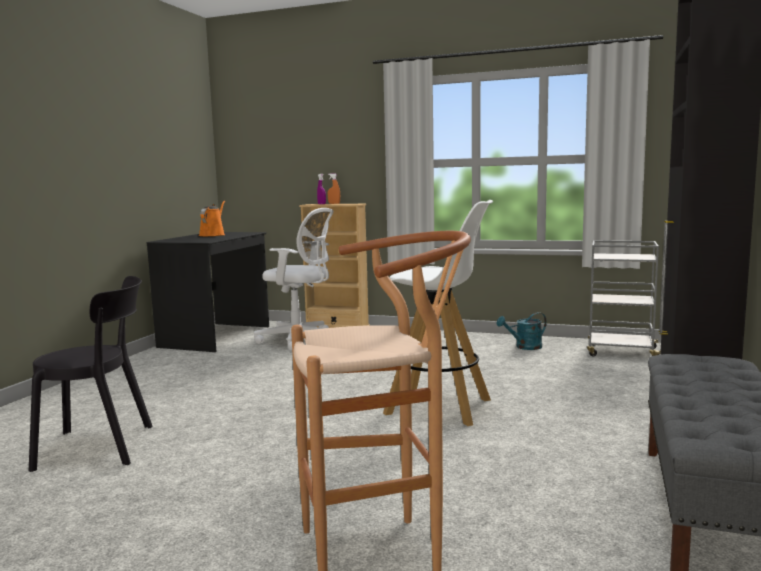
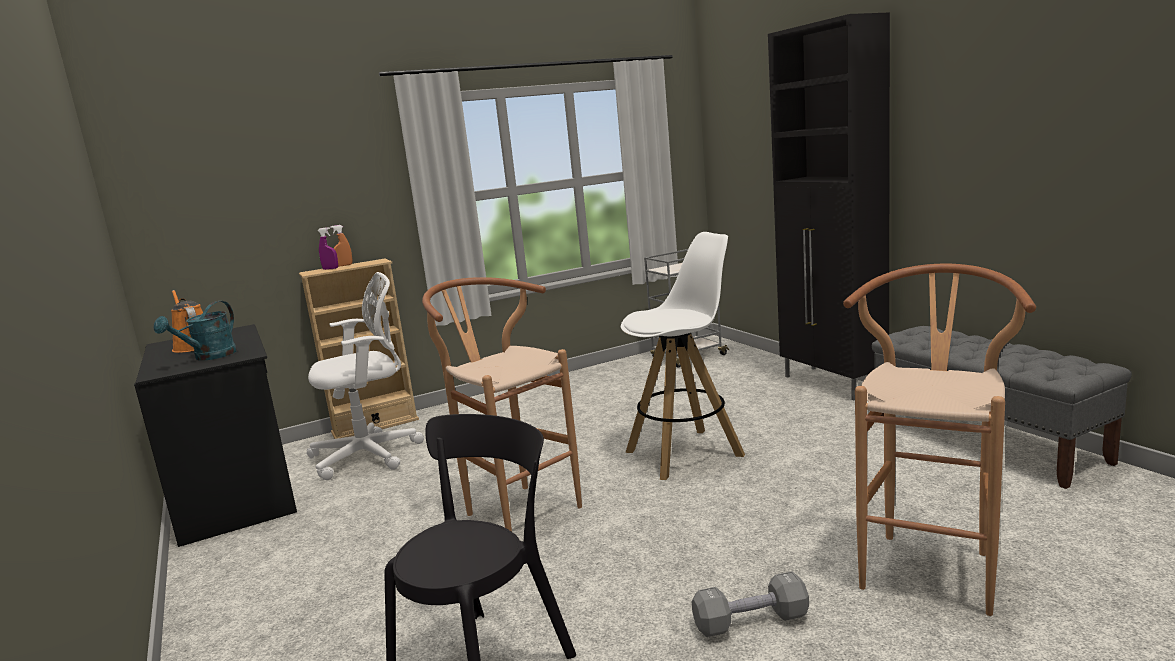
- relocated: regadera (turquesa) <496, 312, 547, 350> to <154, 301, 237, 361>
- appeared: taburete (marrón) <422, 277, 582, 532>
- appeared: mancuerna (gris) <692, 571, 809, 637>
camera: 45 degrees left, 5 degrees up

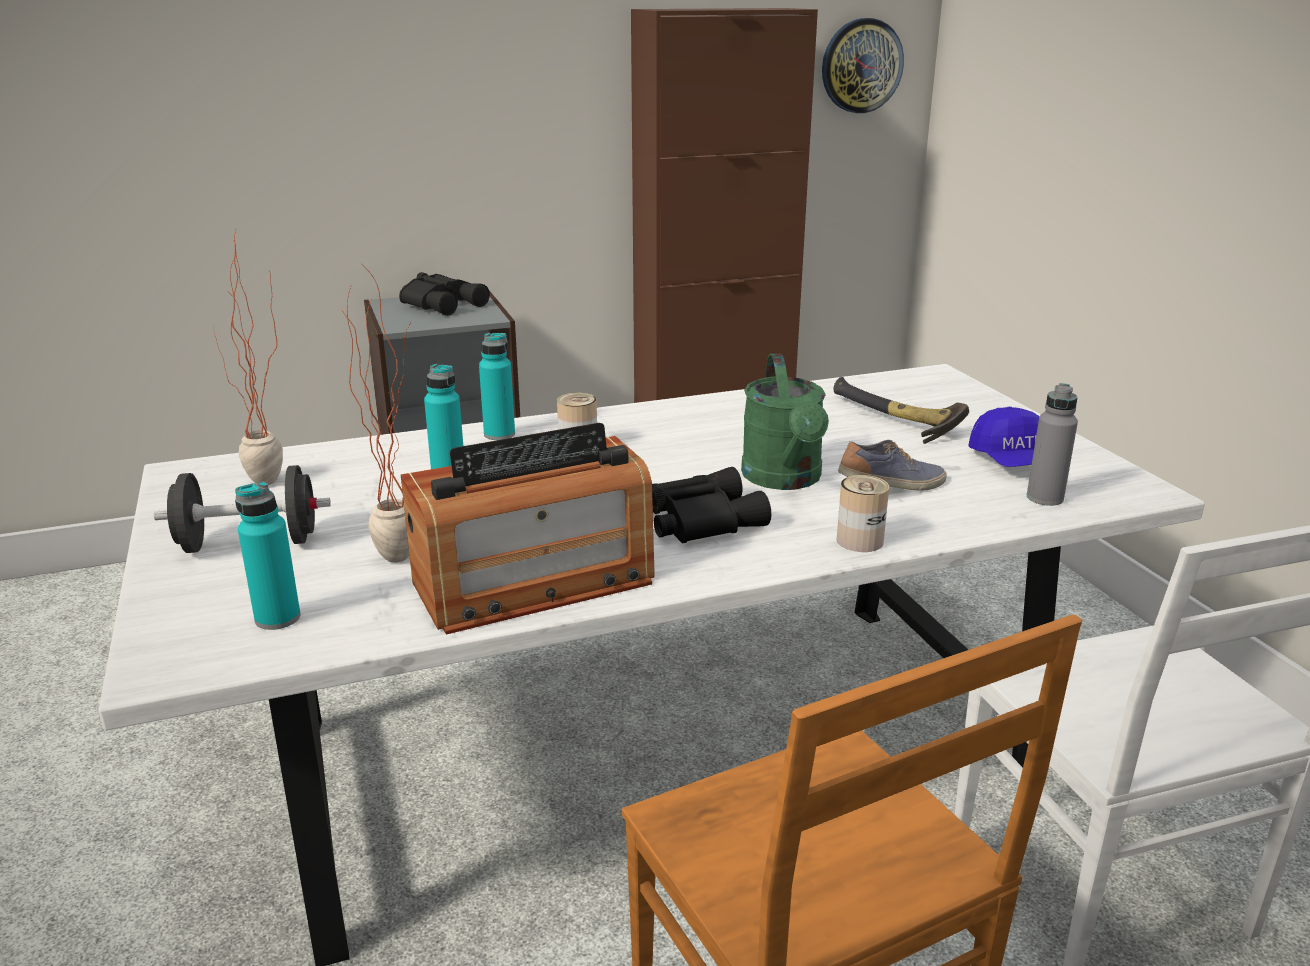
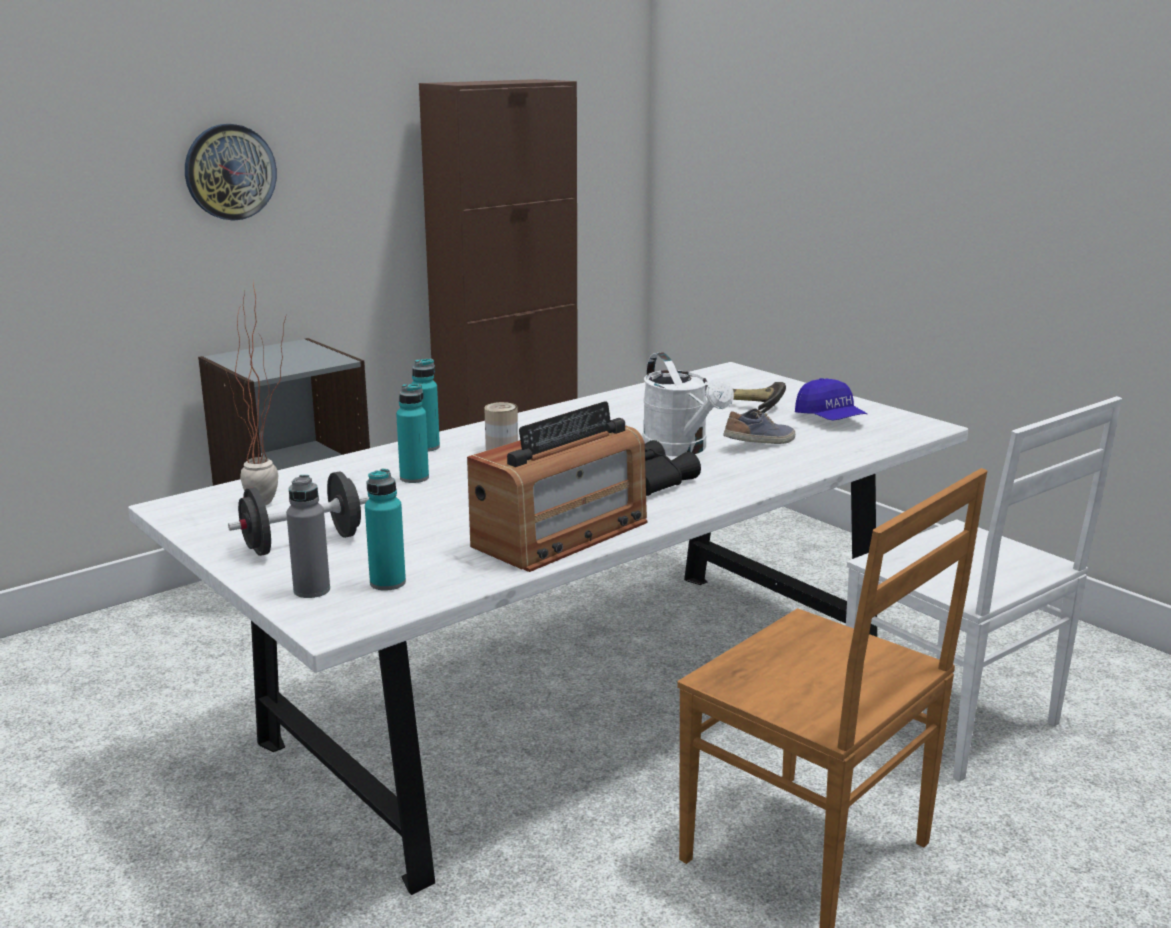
- relocated: reloj de pared <822, 18, 904, 113> to <185, 124, 277, 221>
- missing: planta en maceta <342, 266, 413, 563>
- missing: prismáticos (negro) <399, 272, 490, 316>
- colour: regadera (verde) <741, 354, 829, 490> to regadera (blanco) <642, 352, 734, 456>
- relocated: botella (gris) <1027, 383, 1078, 506> to <286, 475, 330, 598>
- missing: lata <837, 475, 889, 552>
camera: 20 degrees left, 5 degrees down

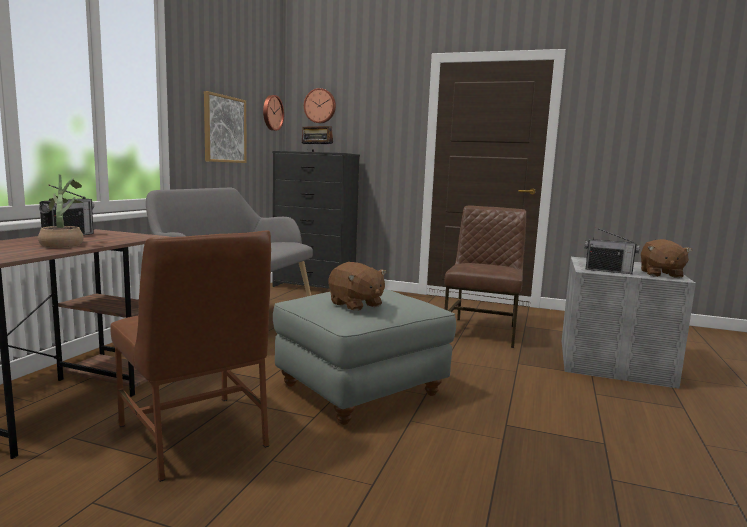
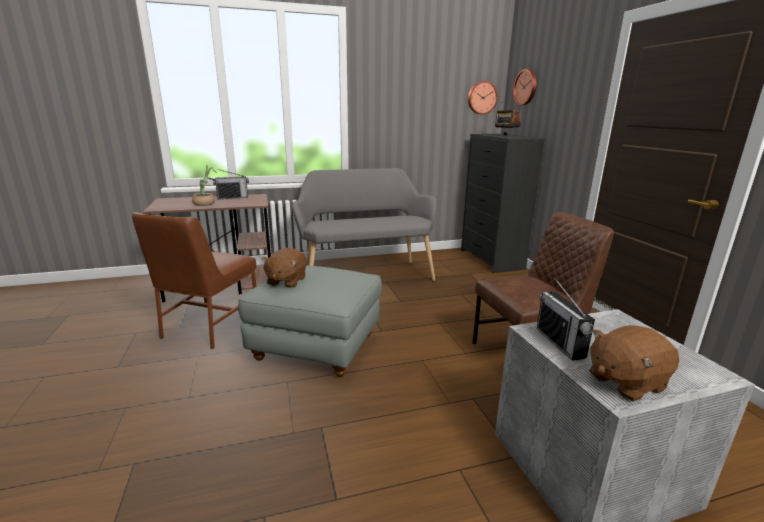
- missing: cuadro <204, 91, 247, 163>
camera: 55 degrees right, 10 degrees up

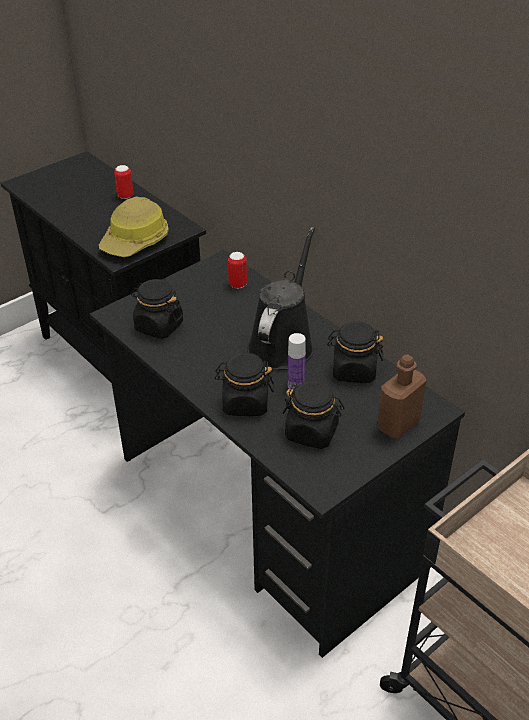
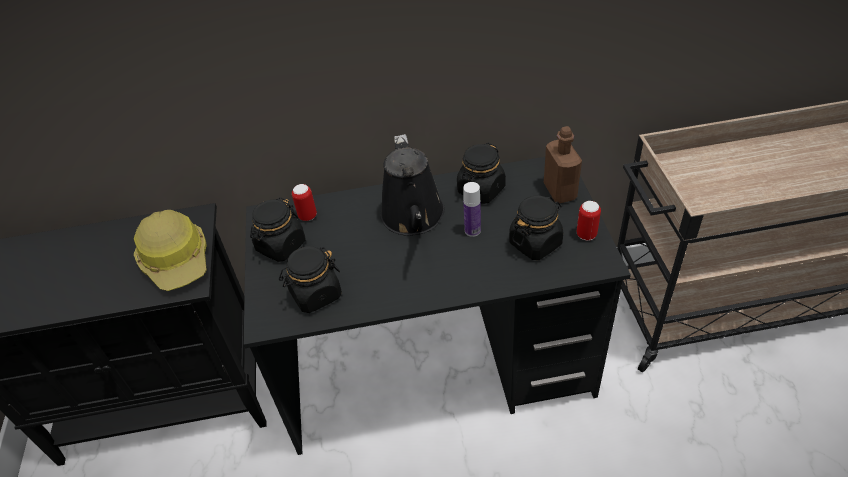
- relocated: lata <114, 165, 134, 199> to <577, 201, 601, 240>
- spun: regadera (negro) <247, 227, 315, 370> = <380, 134, 445, 236> 150 degrees counterclockwise
- relocated: tarro (negro) <215, 353, 274, 416> to <250, 197, 305, 262>
camera: 55 degrees left, 5 degrees up

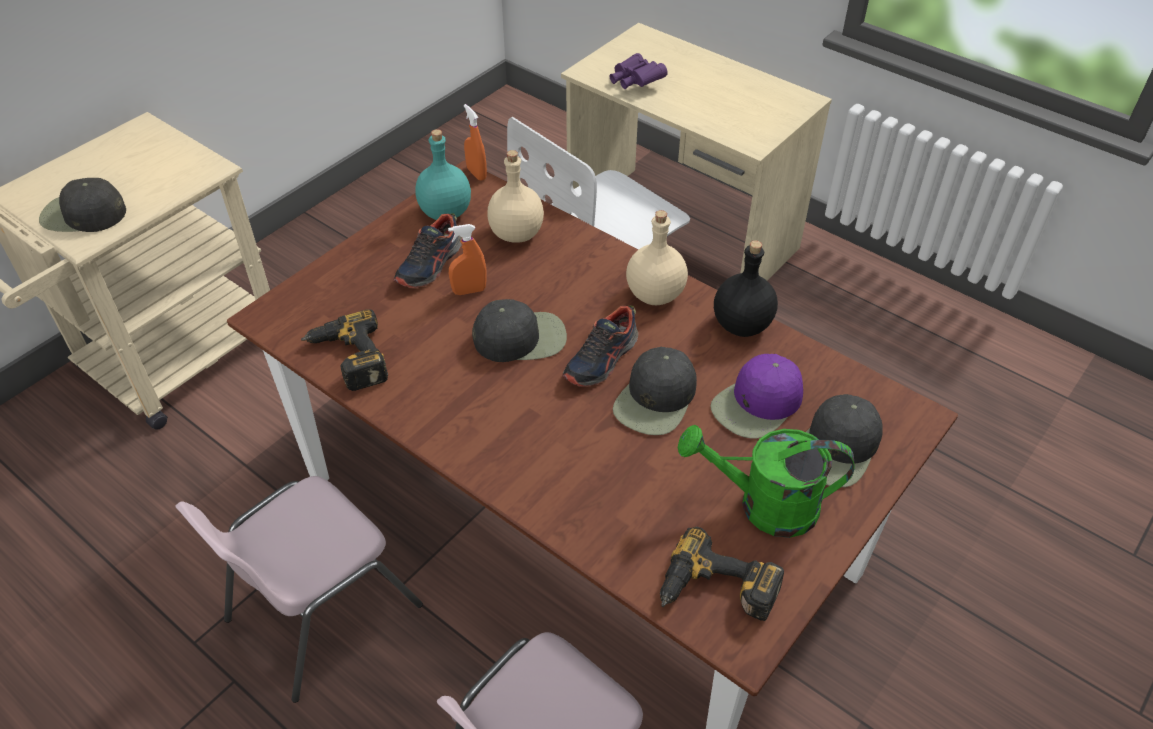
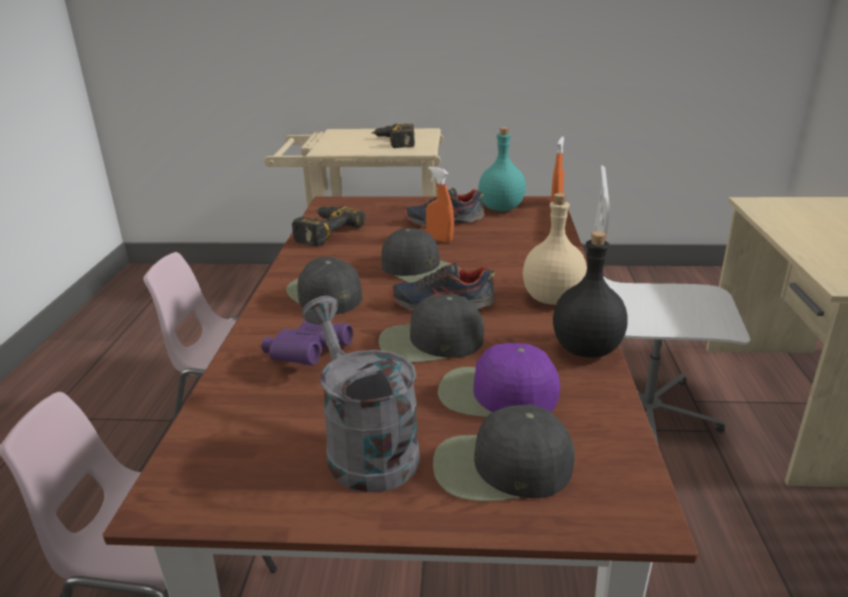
- relocated: prismáticos (morado) <610, 53, 668, 89> to <262, 321, 353, 365>
- missing: botella (beis) <487, 150, 544, 243>
- relocated: gorra (negro) <39, 178, 126, 232> to <286, 257, 362, 315>
- colour: regadera (verde) <678, 425, 855, 538> to regadera (gris) <302, 296, 420, 492>
- relocated: taladro <660, 527, 784, 621> to <372, 123, 415, 148>
camera: 55 degrees right, 20 degrees down

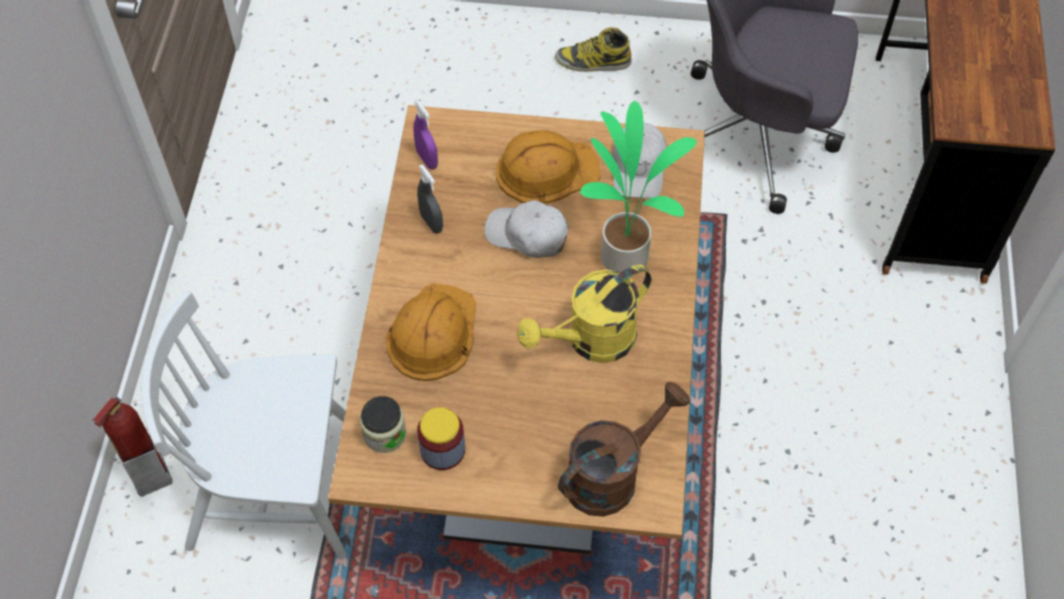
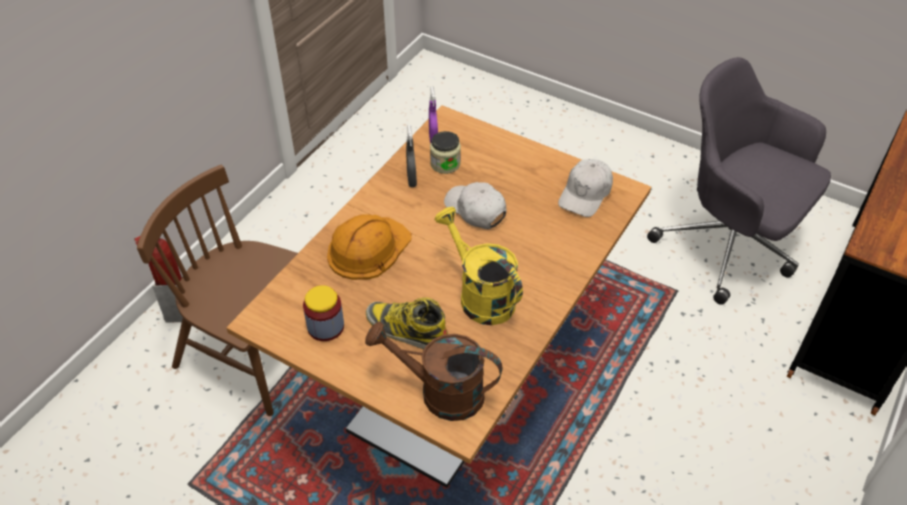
- relocated: bota <555, 27, 631, 72> to <366, 297, 448, 349>
- missing: planta en maceta <580, 101, 697, 272>
- missing: casco (naranja) <496, 130, 601, 204>
- spun: regadera (amarillo) <517, 265, 652, 363> = <435, 207, 523, 325> 60 degrees clockwise
- colour: silla (blanco) <142, 290, 347, 559> to silla (marrón) <137, 165, 298, 416>
- spun: regadera (marrón) <558, 382, 690, 517> = <365, 322, 502, 421> 150 degrees counterclockwise
- relocated: tarro <360, 396, 406, 453> to <430, 131, 461, 174>
camera: 25 degrees right, 10 degrees down

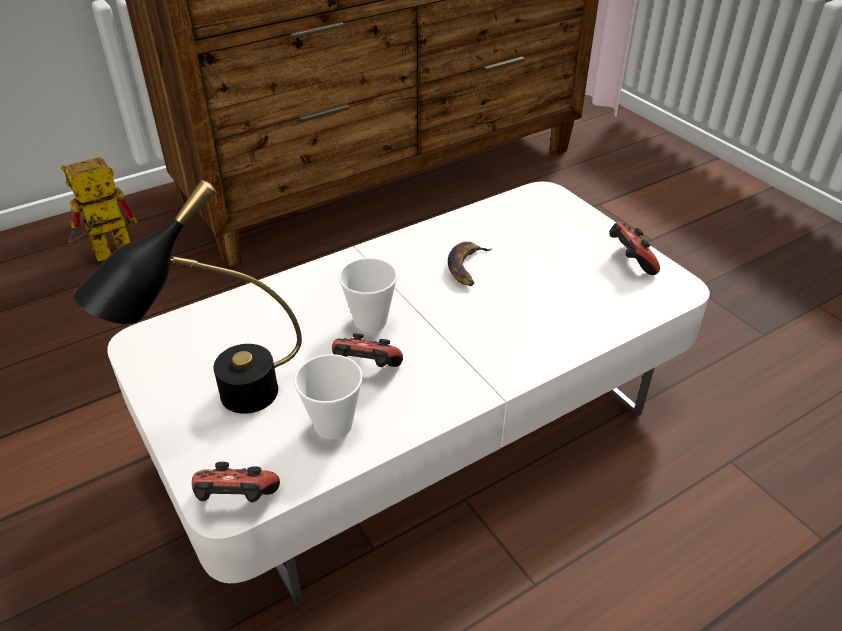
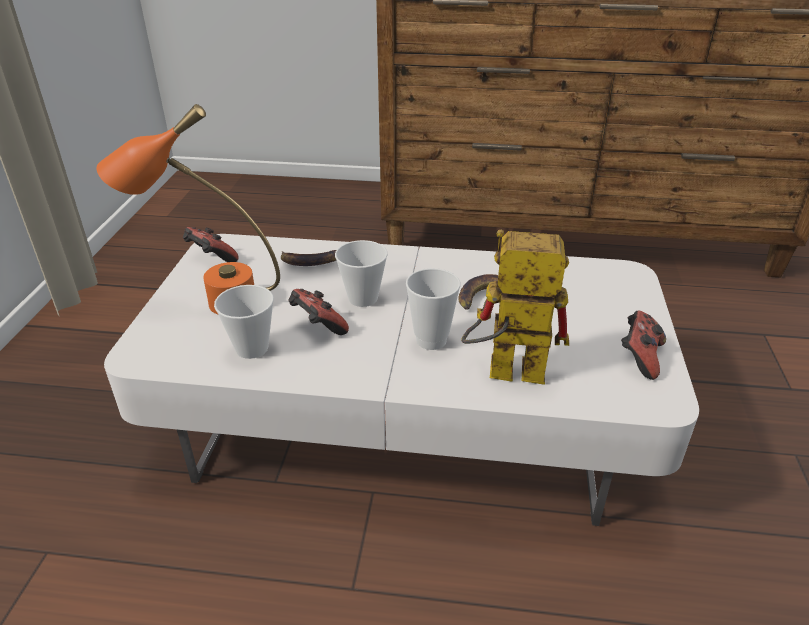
- relocated: robot de juguete <61, 157, 137, 261> to <461, 230, 569, 385>
- colour: lámpara de mesa (negro) <73, 180, 302, 414> to lámpara de mesa (naranja) <97, 104, 280, 314>
- relocated: mando de consola <192, 462, 280, 502> to <183, 227, 239, 262>
- appeared: plátano <281, 250, 336, 266>
- appeared: taza <406, 268, 460, 350>
camera: 40 degrees right, 5 degrees down

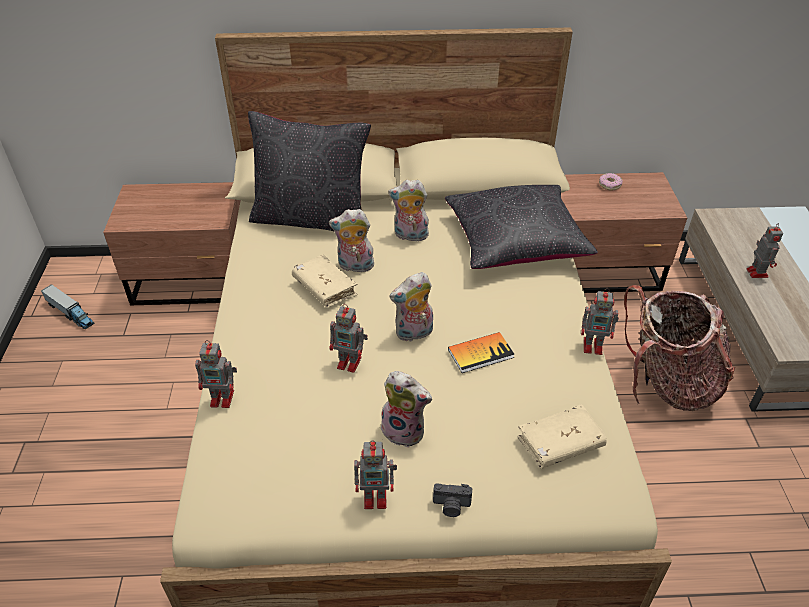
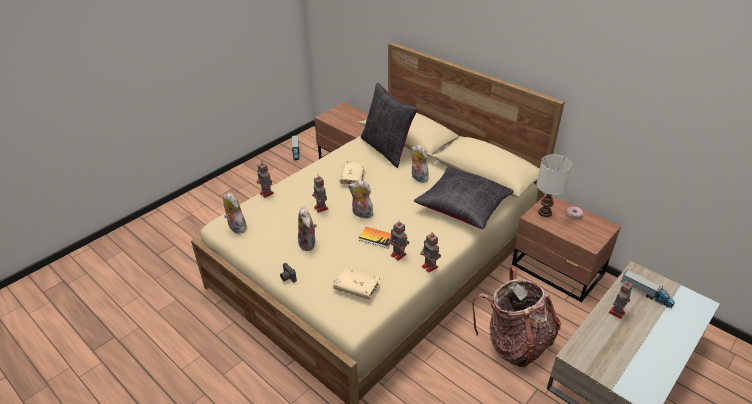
- relocated: peluche <329, 209, 374, 272> to <223, 193, 247, 234>
- relocated: robot de juguete <354, 440, 397, 509> to <388, 220, 409, 261>
- appeared: lámpara de mesa (blanco) <536, 155, 572, 217>
- appeared: camión de juguete <621, 270, 675, 308>
camera: 45 degrees right, 5 degrees down

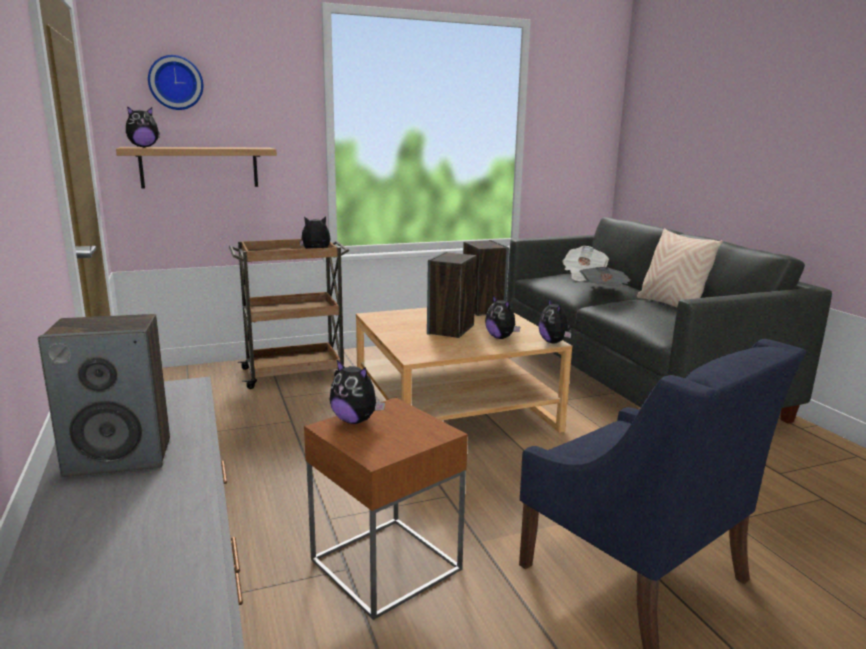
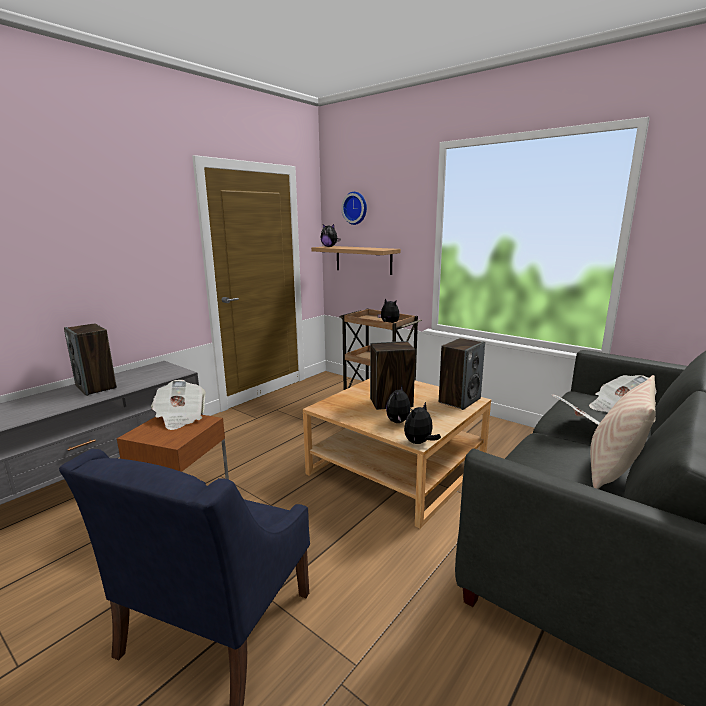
- exchanged: peluche <330, 360, 385, 424> to periódico <151, 380, 206, 430>
camera: 60 degrees right, 0 degrees up

